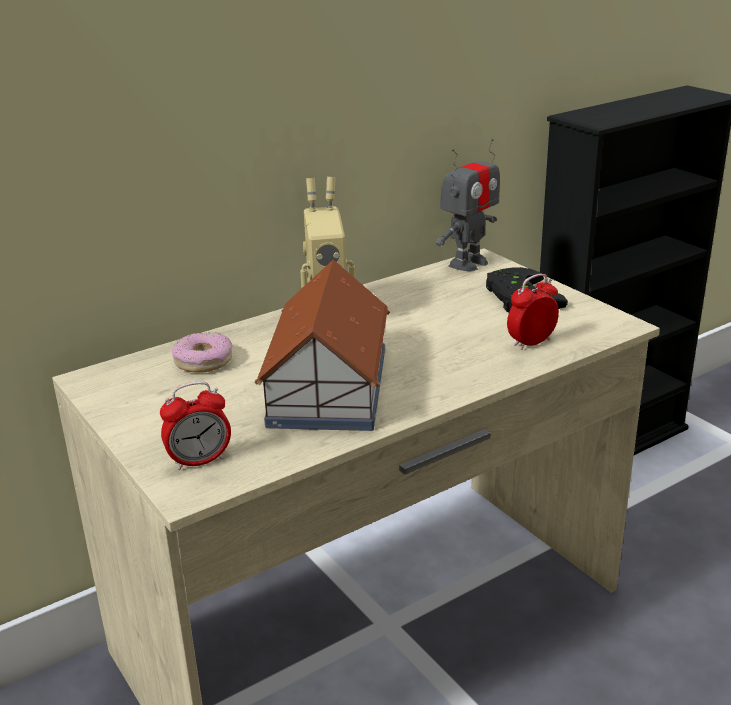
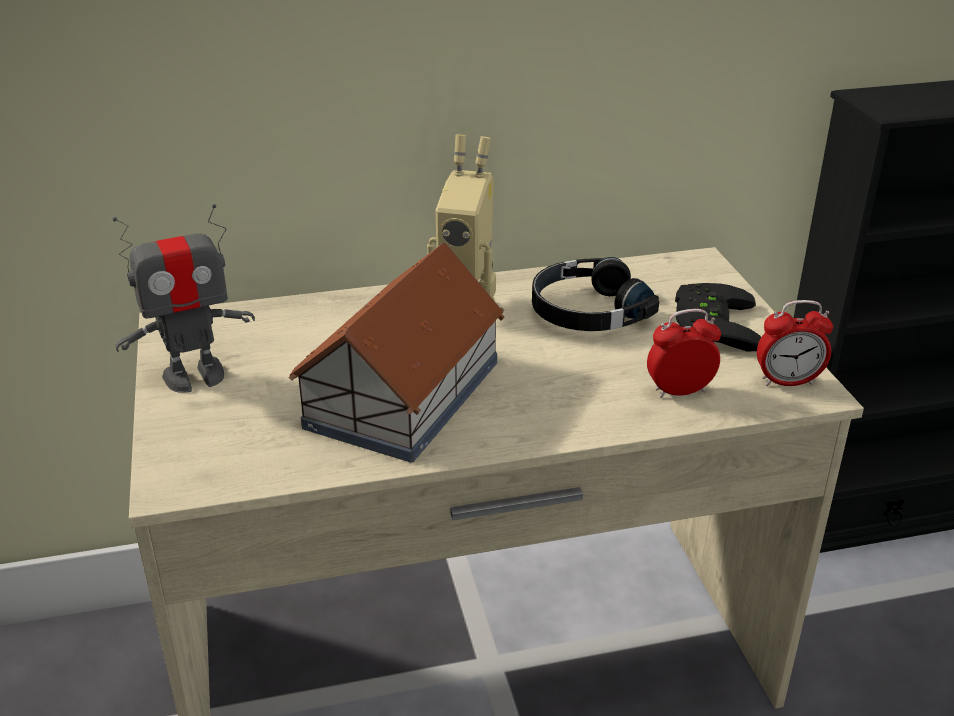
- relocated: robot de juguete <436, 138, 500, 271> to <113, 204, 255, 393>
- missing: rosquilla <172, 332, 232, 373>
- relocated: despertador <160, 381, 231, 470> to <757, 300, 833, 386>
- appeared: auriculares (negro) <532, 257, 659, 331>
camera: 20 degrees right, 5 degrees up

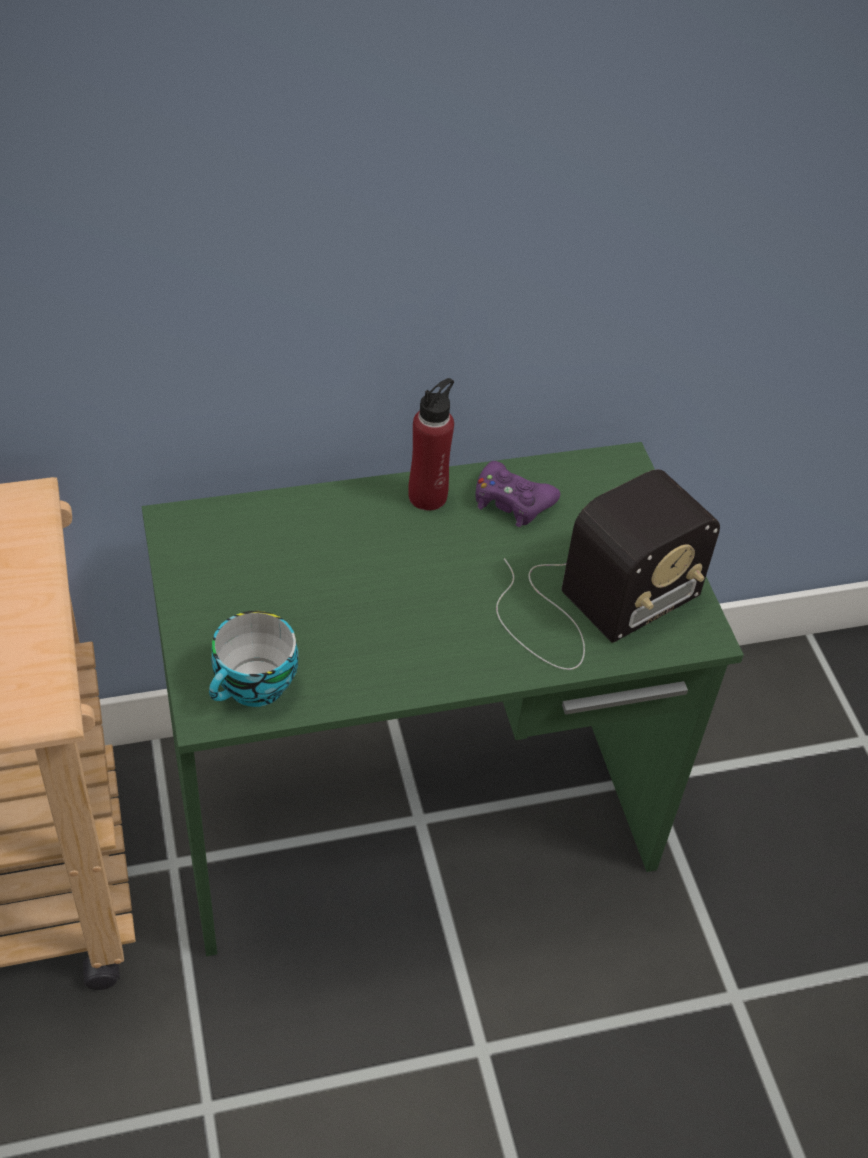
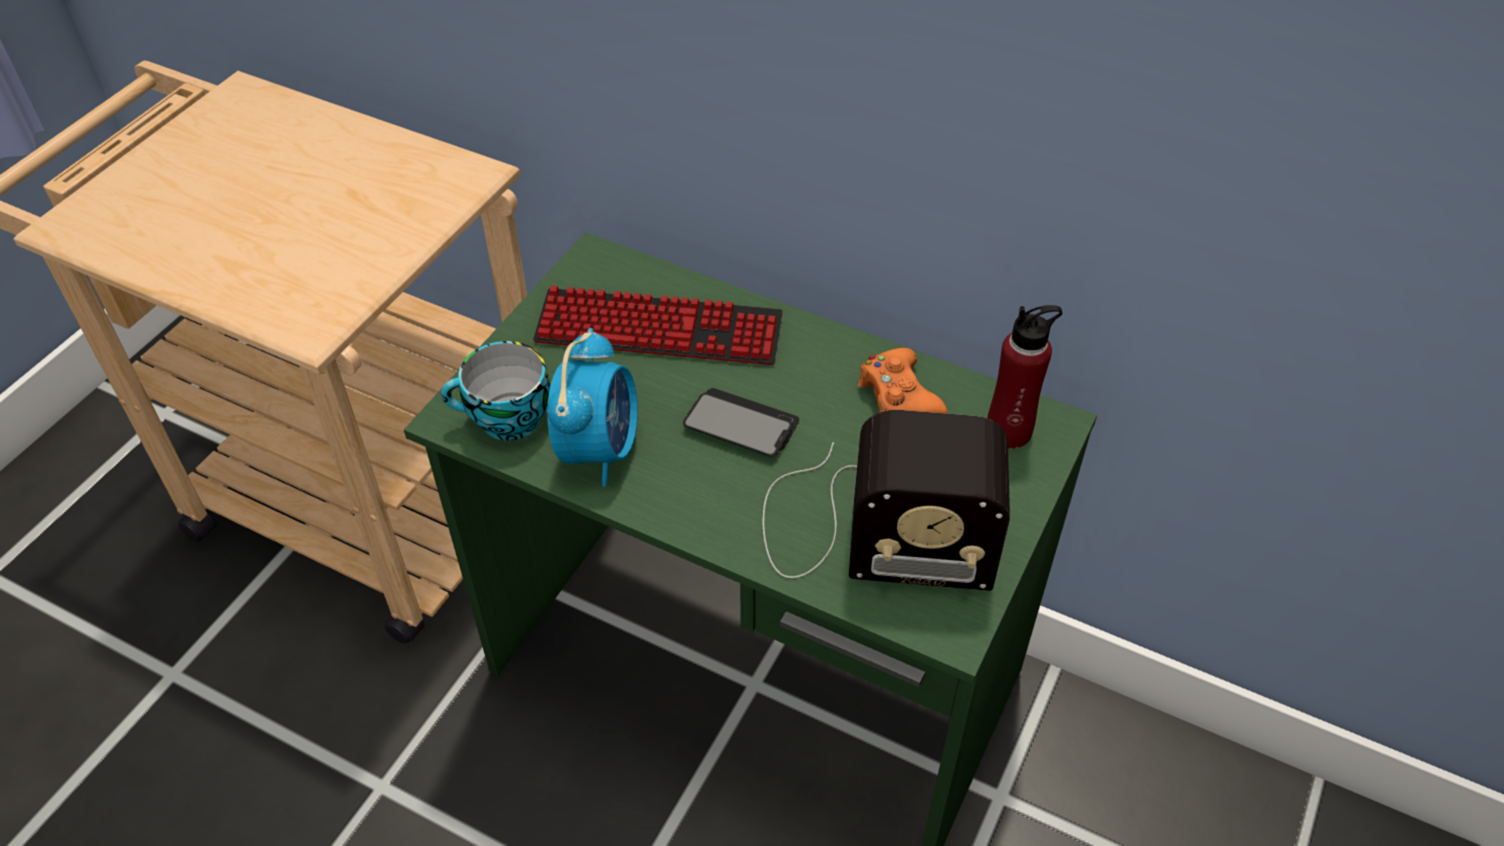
- relocated: botella (rojo) <408, 378, 454, 511> to <987, 305, 1062, 449>
- colour: mando de consola (morado) <475, 461, 560, 527> to mando de consola (naranja) <857, 348, 948, 414>
- appeared: teclado <533, 286, 783, 365>
- appeared: despertador <547, 328, 638, 487>
- appeared: móvil <683, 388, 799, 457>
camera: 45 degrees right, 0 degrees up

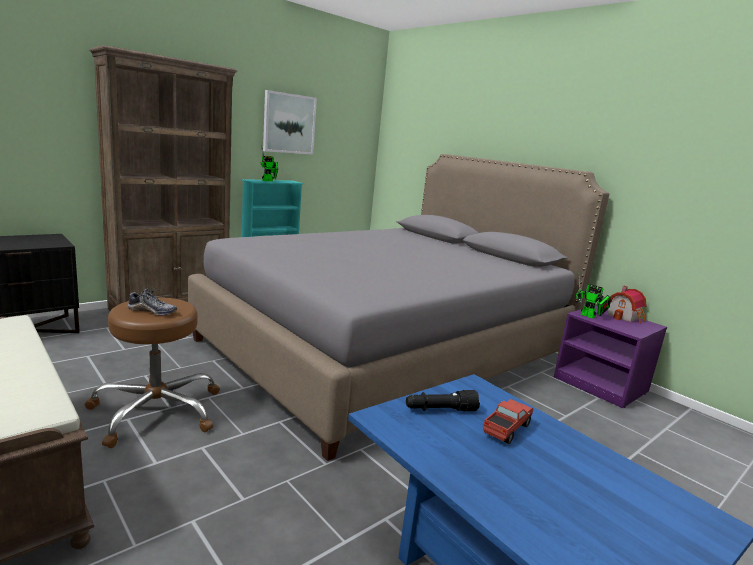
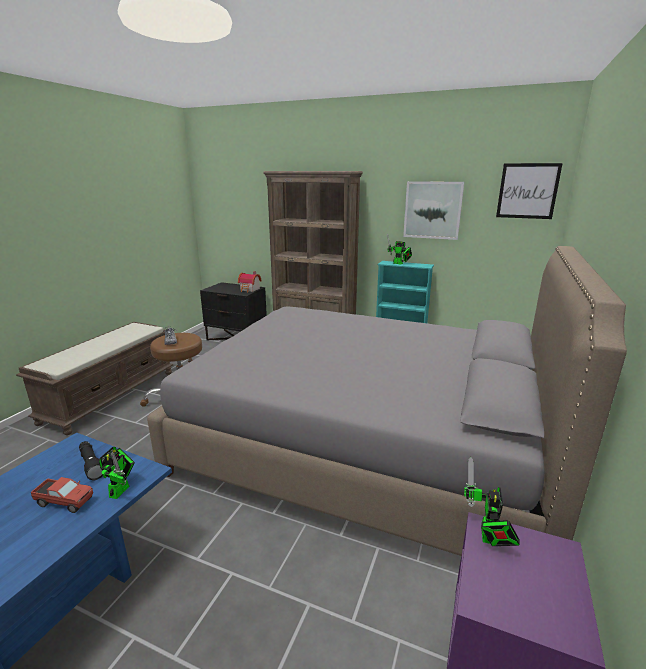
- relocated: casita <607, 285, 647, 324> to <238, 271, 262, 293>
- appeared: cuadro <496, 163, 563, 219>
- appeared: robot de juguete <99, 447, 135, 499>
camera: 65 degrees right, 5 degrees up

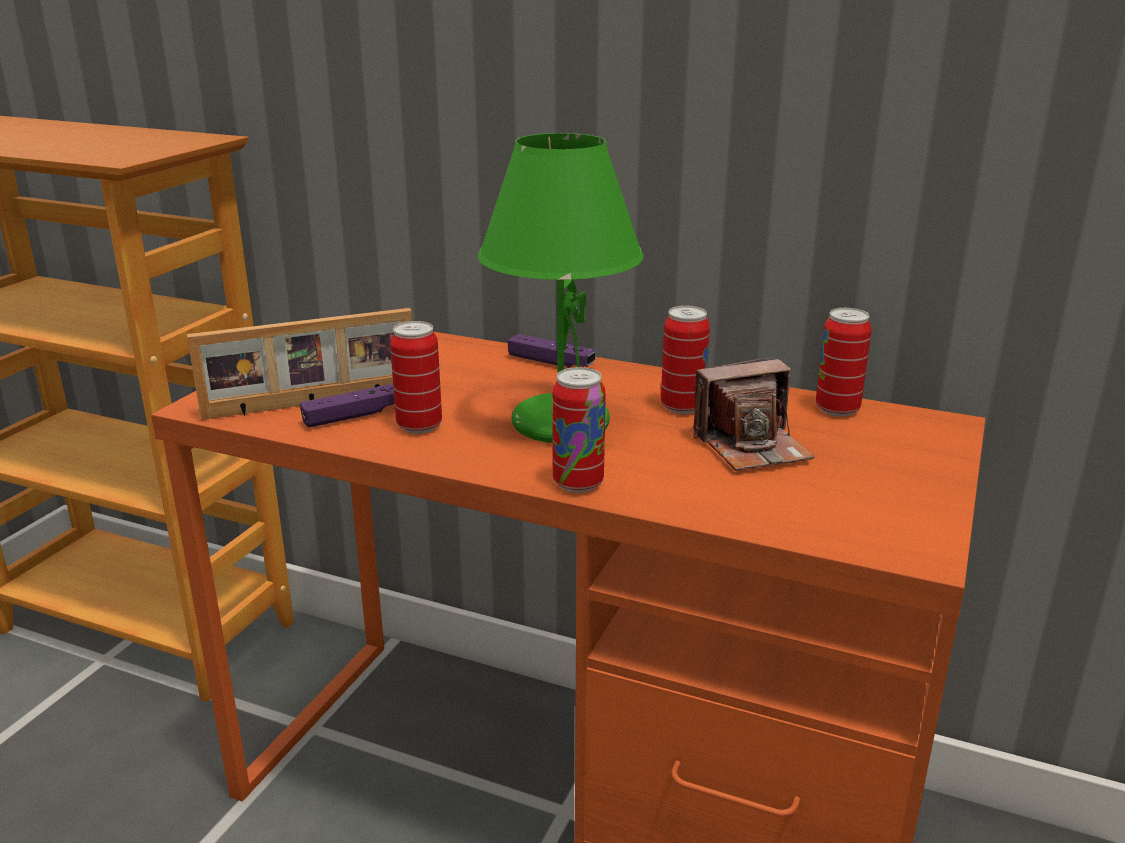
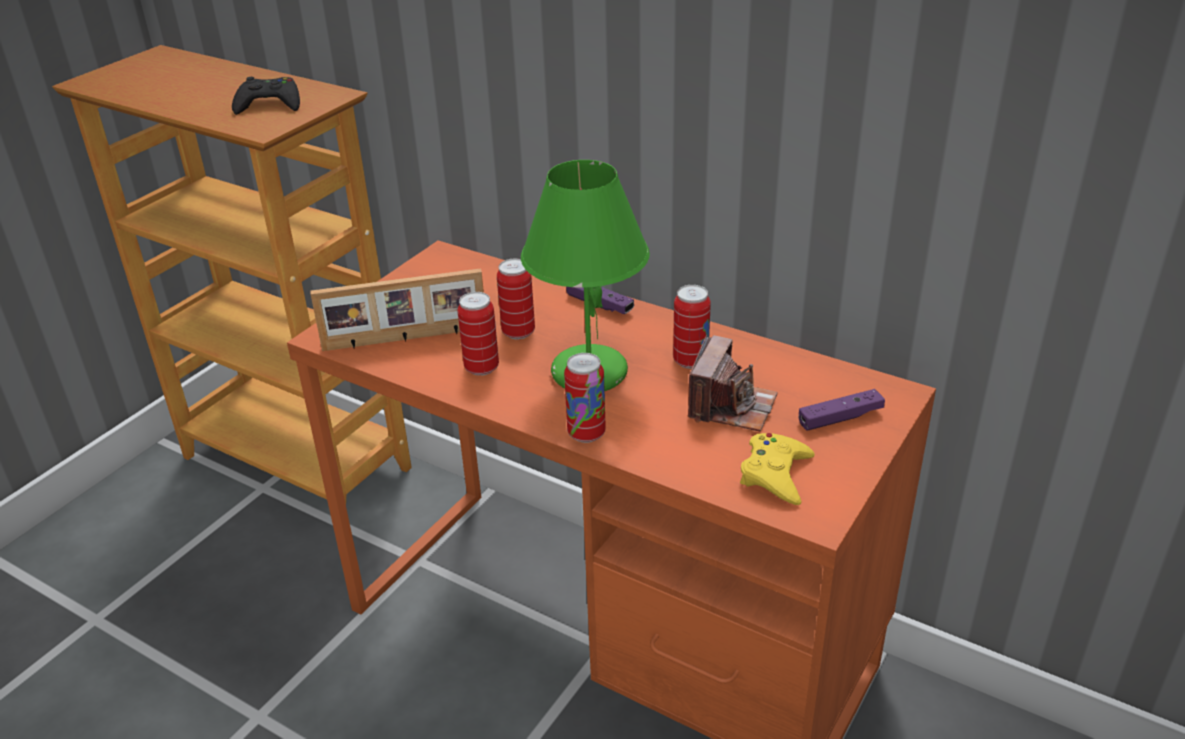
- relocated: lata <816, 308, 871, 417> to <497, 259, 535, 339>
- spun: cámara <693, 357, 814, 471> = <688, 335, 778, 431> 60 degrees counterclockwise
- relocated: mando de consola (morado) <300, 384, 395, 428> to <799, 389, 885, 431>
- appeared: mando de consola (negro) <232, 77, 300, 115>
- appeared: mando de consola (amarillo) <740, 433, 815, 505>
camera: 10 degrees right, 10 degrees up

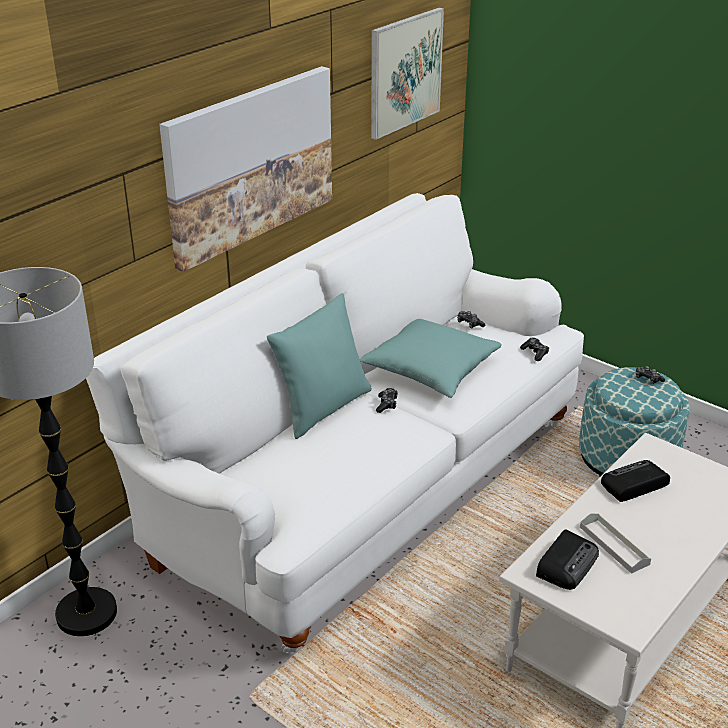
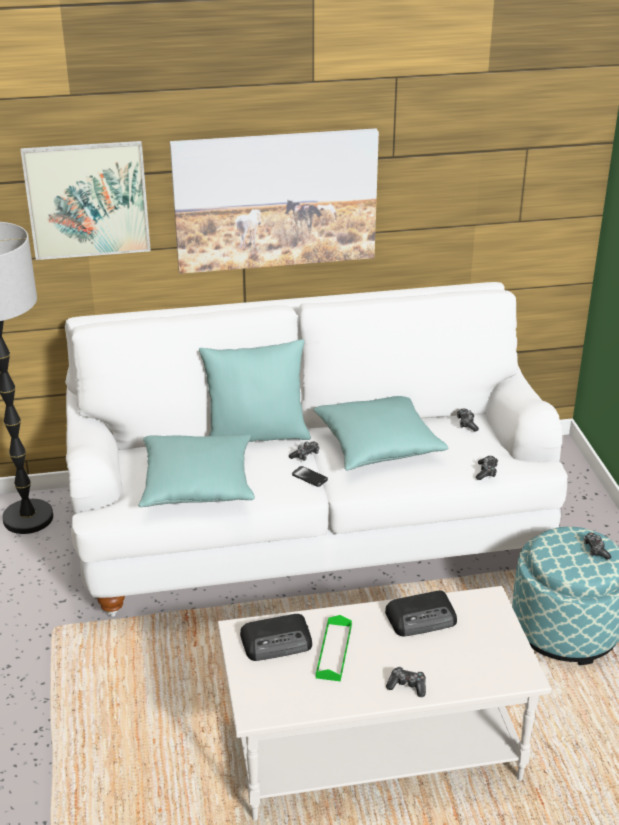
- relocated: cuadro <371, 8, 444, 140> to <21, 141, 151, 260>
- spun: radio <601, 460, 670, 502> = <385, 591, 457, 637> 150 degrees clockwise
- colour: bandeja (gris) <580, 513, 651, 574> to bandeja (verde) <316, 615, 352, 681>
- appeared: cojín (turquesa) <138, 434, 255, 507>
- appeared: móvil <292, 466, 328, 487>
- appeared: mando de consola <386, 667, 426, 697>
camera: 40 degrees right, 0 degrees up

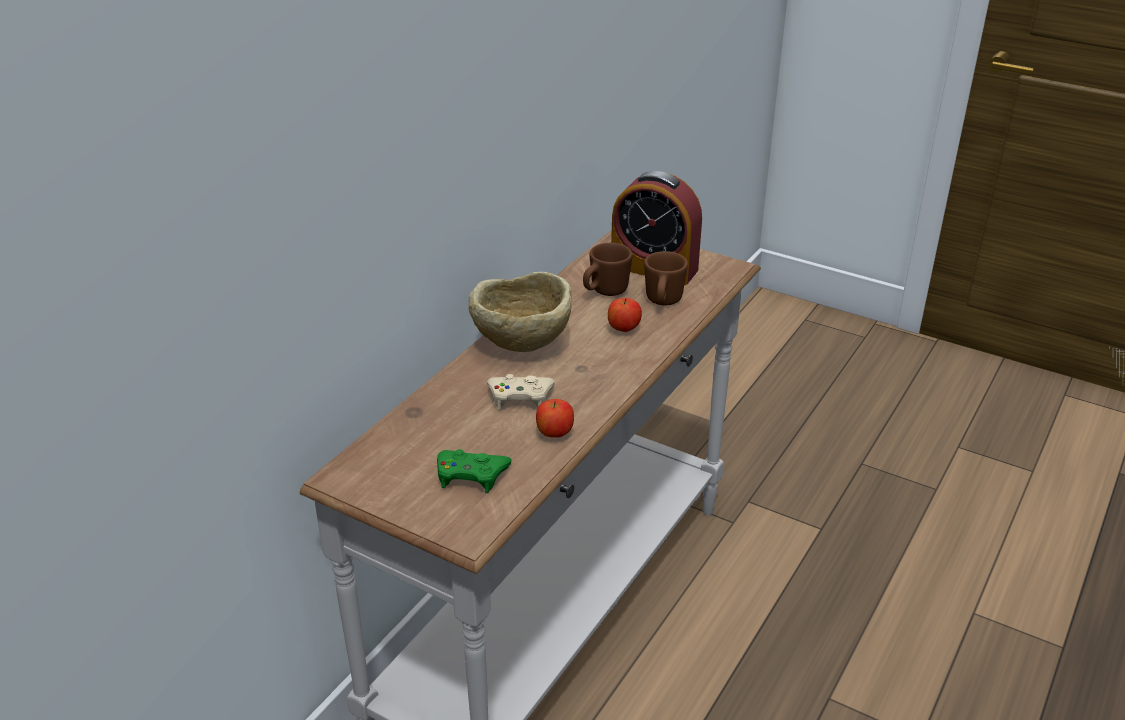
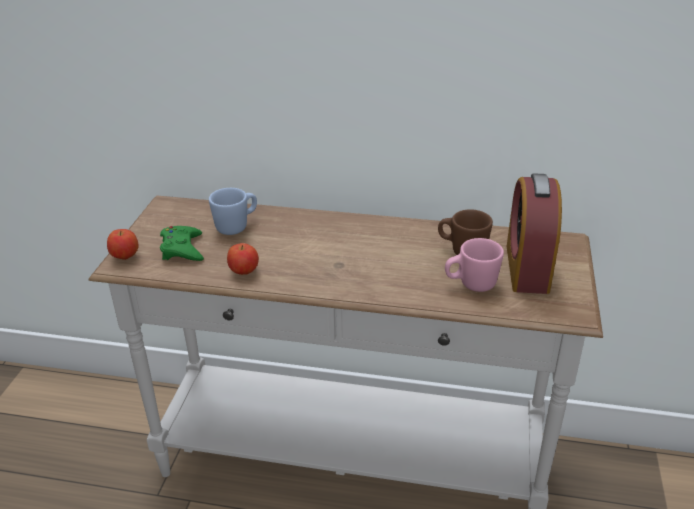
- colour: taza grande (marrón) <644, 251, 688, 305> to taza grande (rosa) <445, 238, 504, 292>
- missing: cuenco (beis) <469, 272, 572, 352>
- relocated: manzana <608, 298, 642, 332> to <107, 229, 139, 260>
- missing: mando de consola (beis) <487, 374, 555, 410>
- appeared: taza grande (azul) <209, 188, 257, 235>
camera: 70 degrees right, 0 degrees up

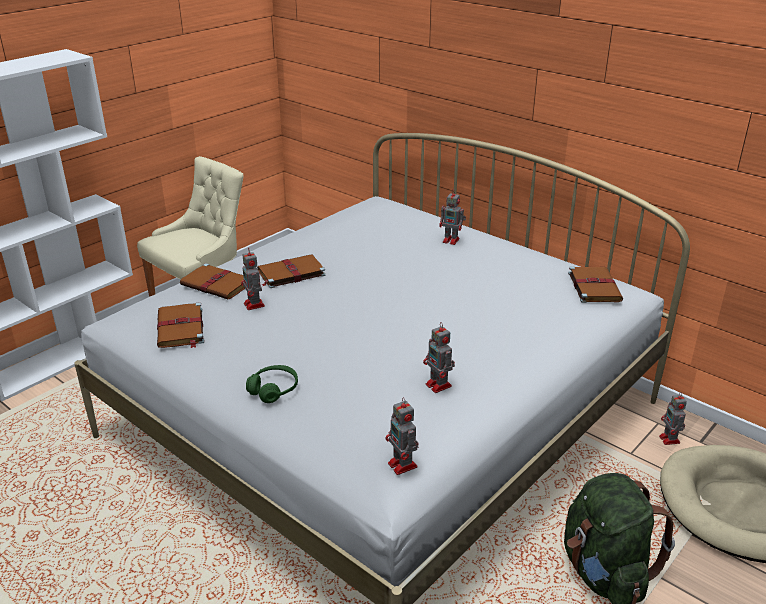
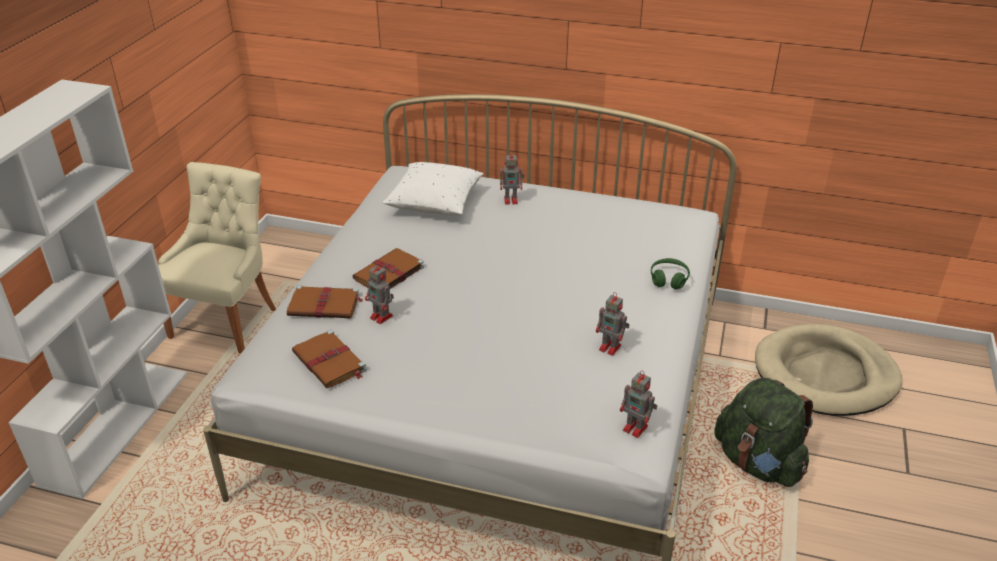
- missing: libro (marrón) <568, 266, 623, 303>
- relocated: auriculares (verde) <246, 365, 298, 403> to <651, 258, 690, 290>
- missing: robot de juguete <659, 392, 687, 445>
- appeared: cojín (blanco) <383, 162, 483, 215>
camera: 25 degrees left, 5 degrees up

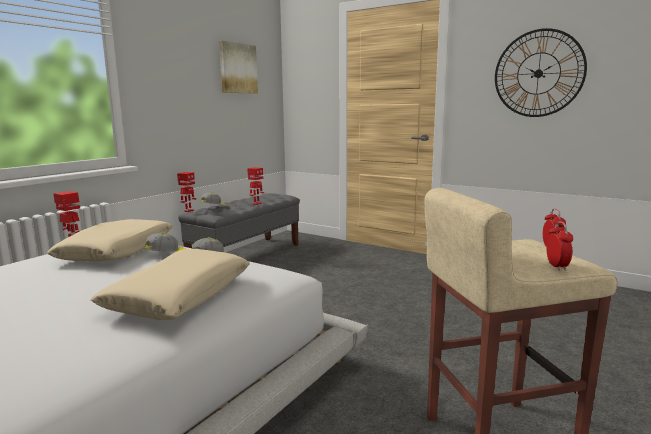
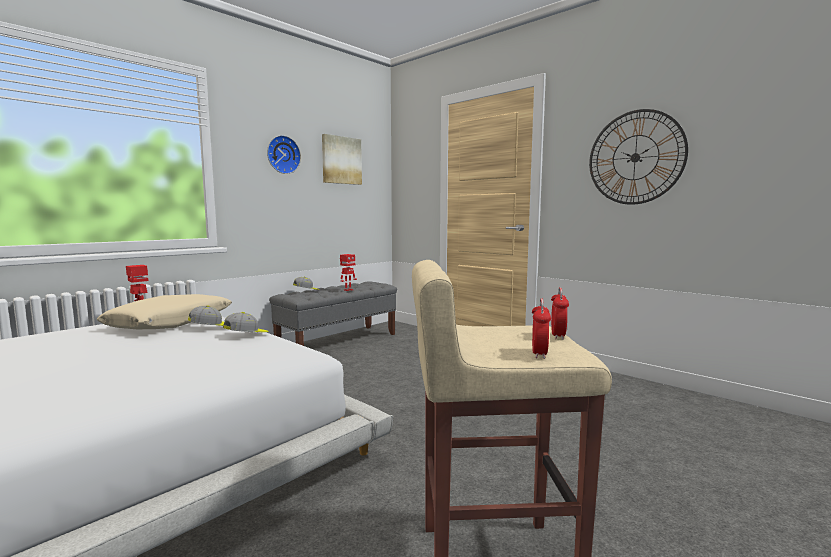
- missing: robot de juguete <177, 172, 196, 212>
- missing: cojín (beis) <90, 249, 250, 320>
- appeared: reloj de pared <267, 135, 301, 174>
camera: 10 degrees right, 5 degrees down

